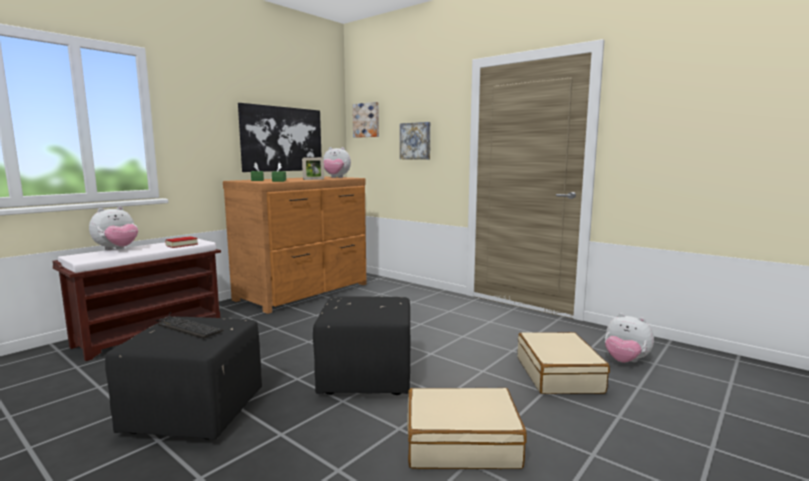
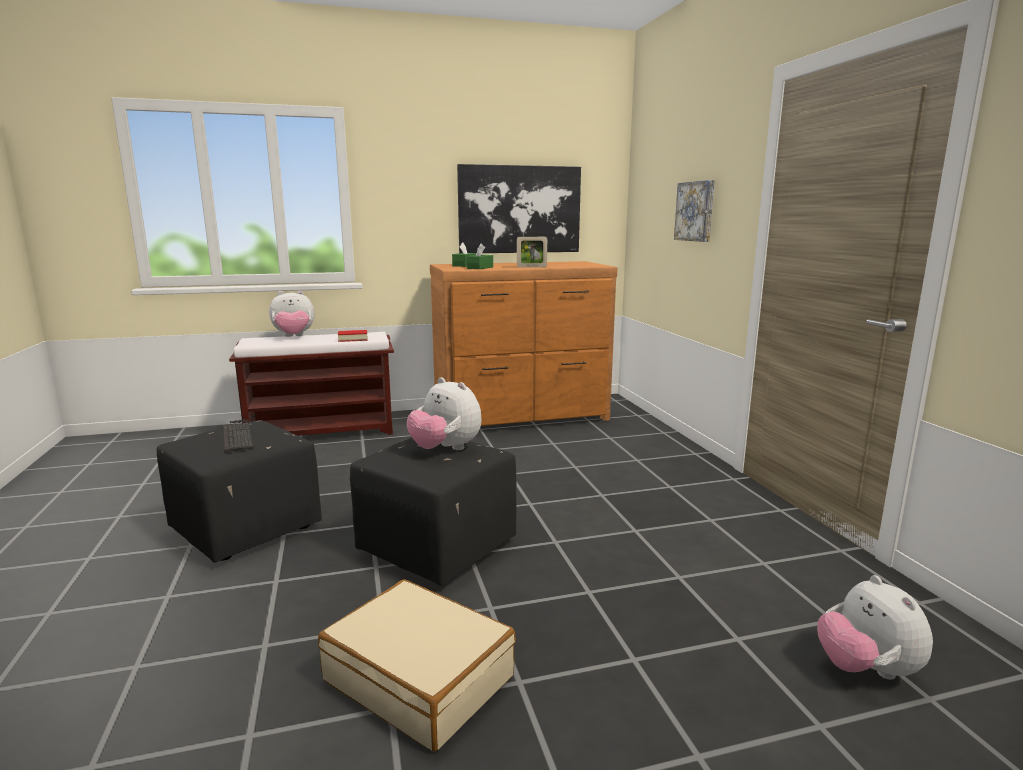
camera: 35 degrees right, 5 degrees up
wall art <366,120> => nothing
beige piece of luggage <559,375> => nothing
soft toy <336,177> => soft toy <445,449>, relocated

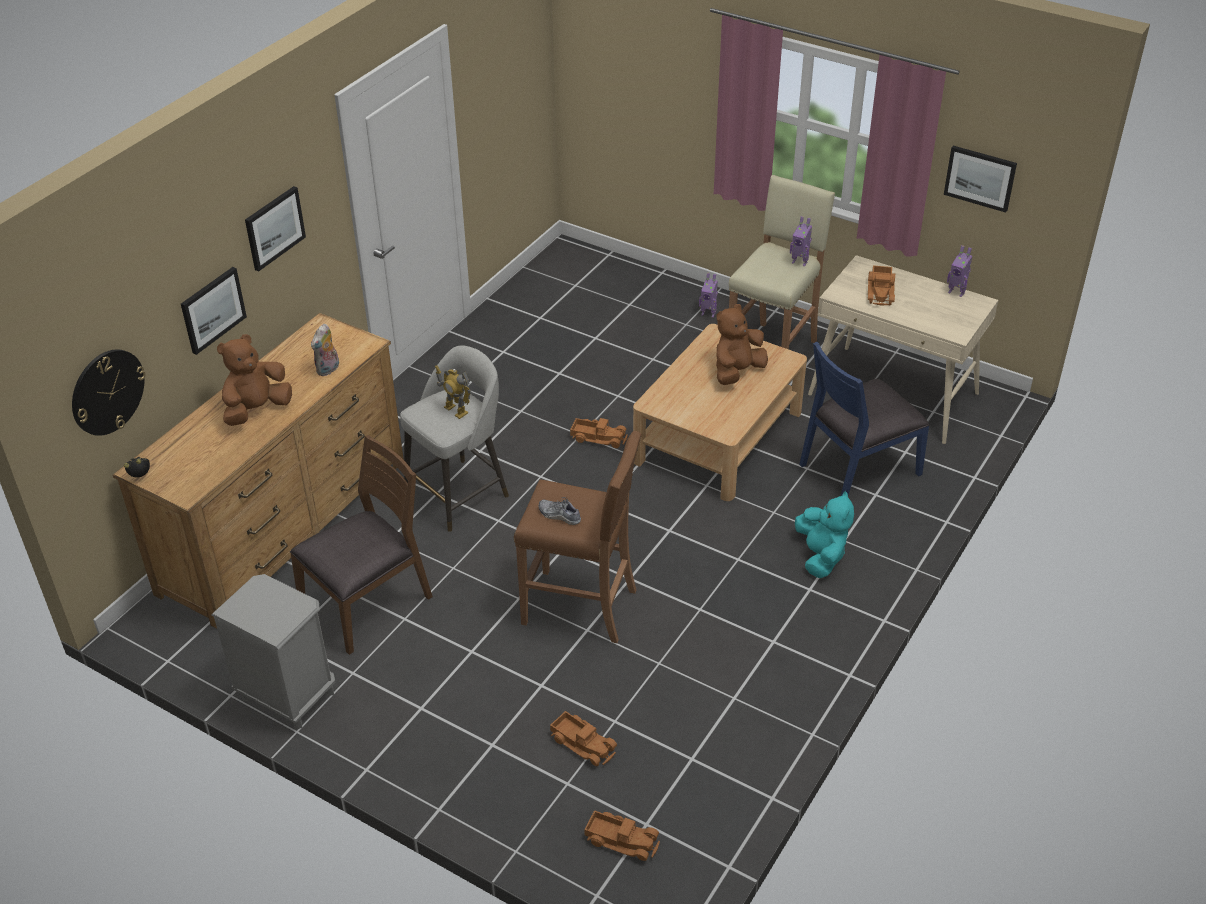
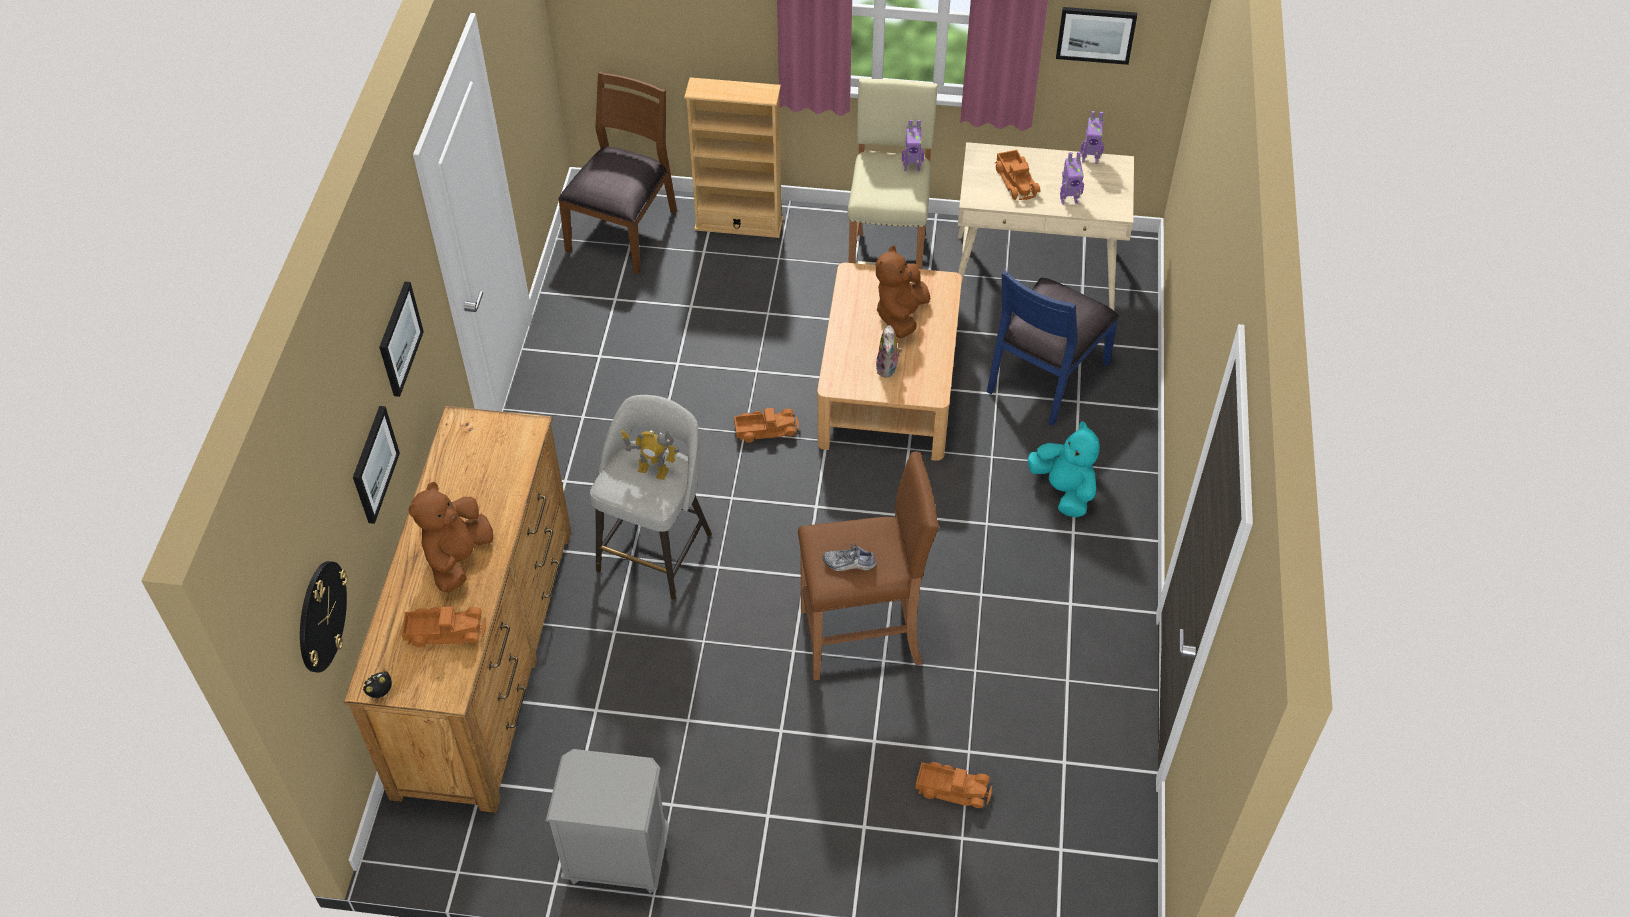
camera: 25 degrees left, 10 degrees up
nothing => beige bookshelf <739,224>
brownish plain chair <368,602> => brownish plain chair <624,230>, relocated
soft toy <328,370> => soft toy <888,368>, relocated
model truck <622,839> => model truck <445,630>, relocated
model robot <708,313> => model robot <1068,199>, relocated

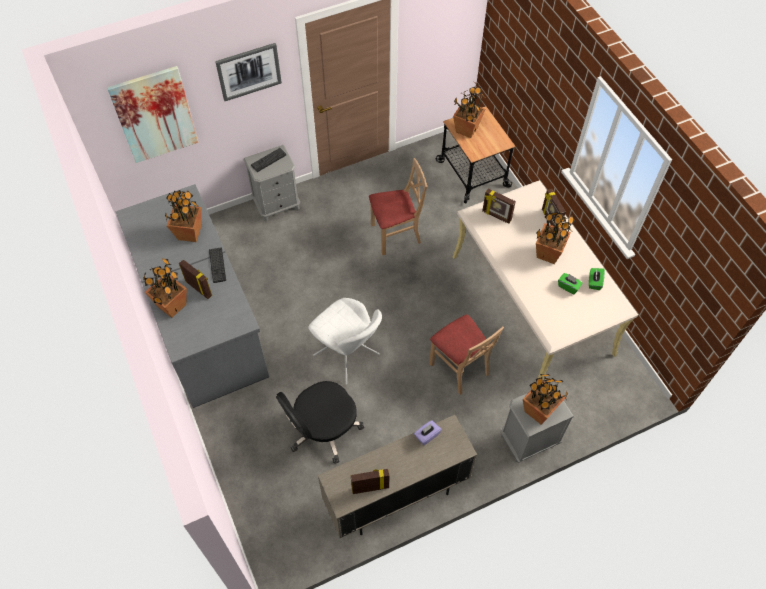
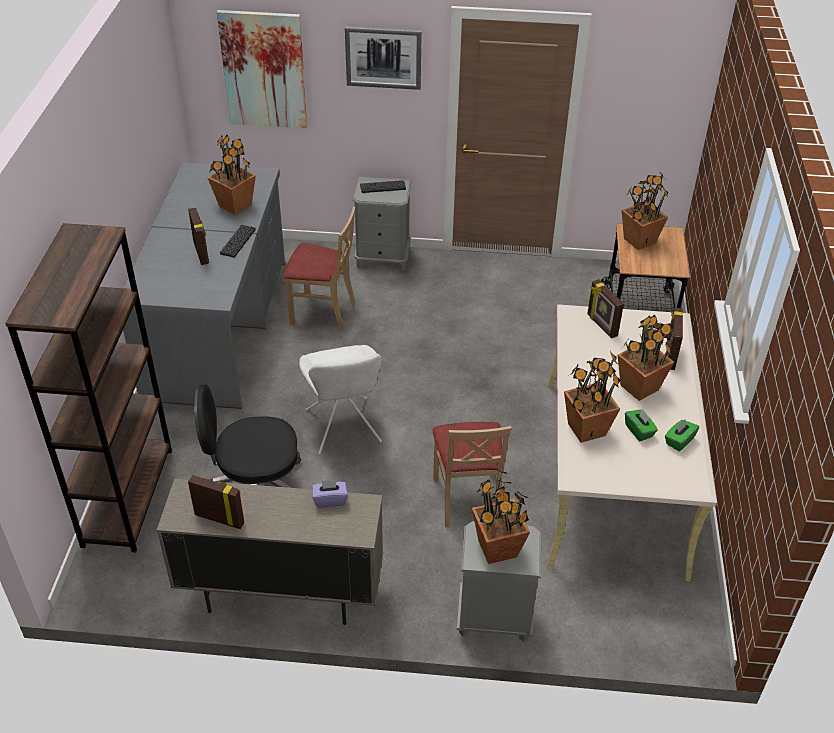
camera: 30 degrees right, 15 degrees down
nothing => brownish bookshelf <128,496>
houseplant <171,306> => houseplant <586,429>, relocated
beige plain chair <395,235> => beige plain chair <323,312>, relocated

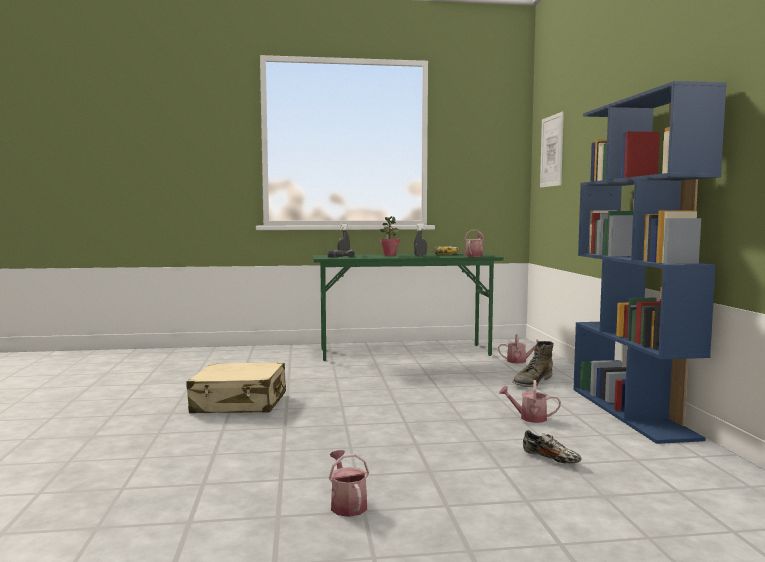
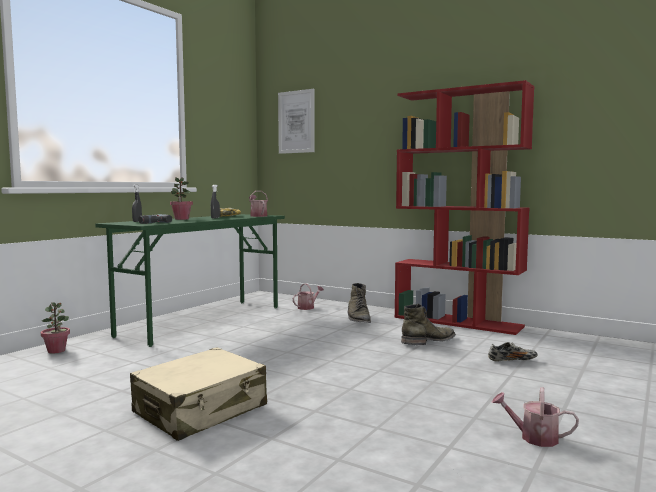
camera: 50 degrees left, 0 degrees up
nothing => houseplant <56,351>
sprinkling can <529,418> => green-coloured boot <429,341>
bluish bookshelf <632,412> => red-coloured bookshelf <458,322>

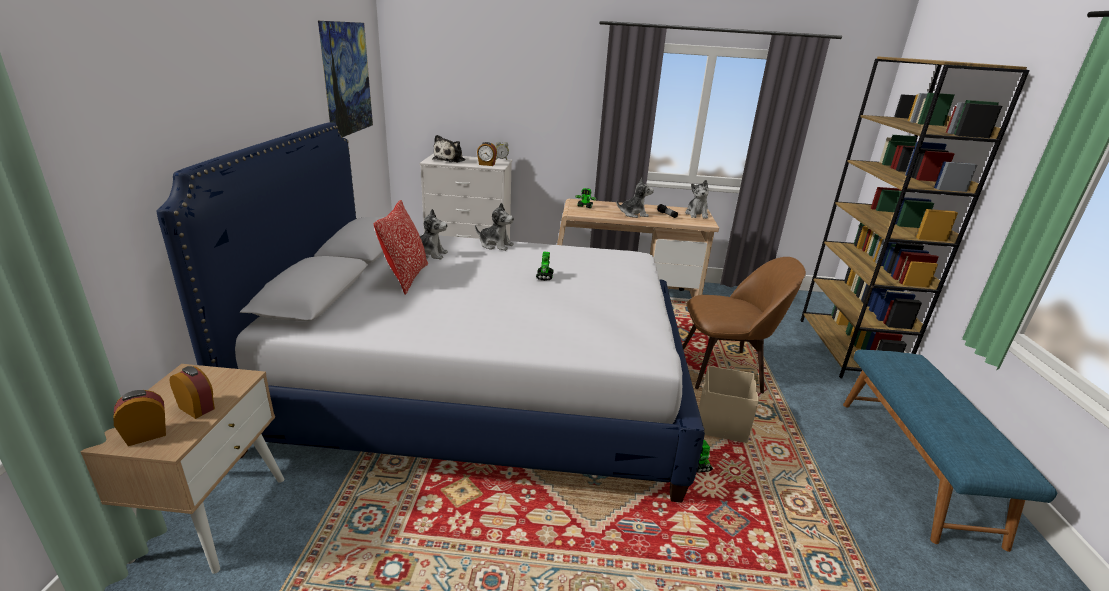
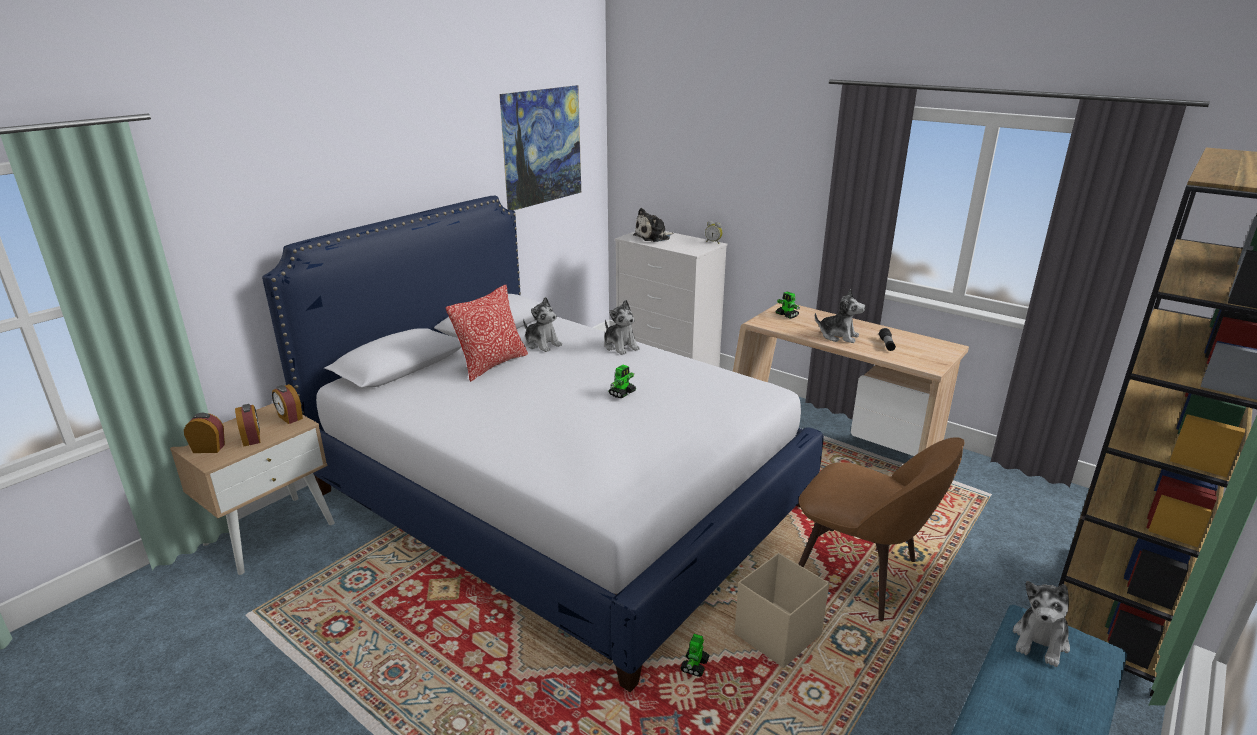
camera: 35 degrees right, 0 degrees up
alarm clock <486,164> => alarm clock <290,418>, relocated
soft toy <696,214> => soft toy <1040,641>, relocated

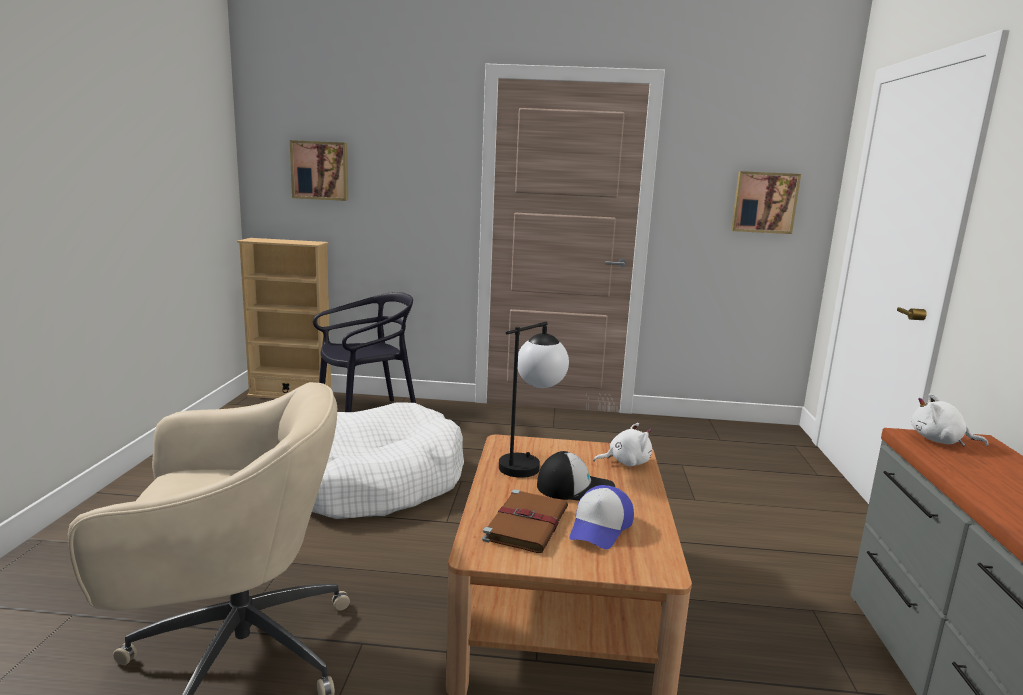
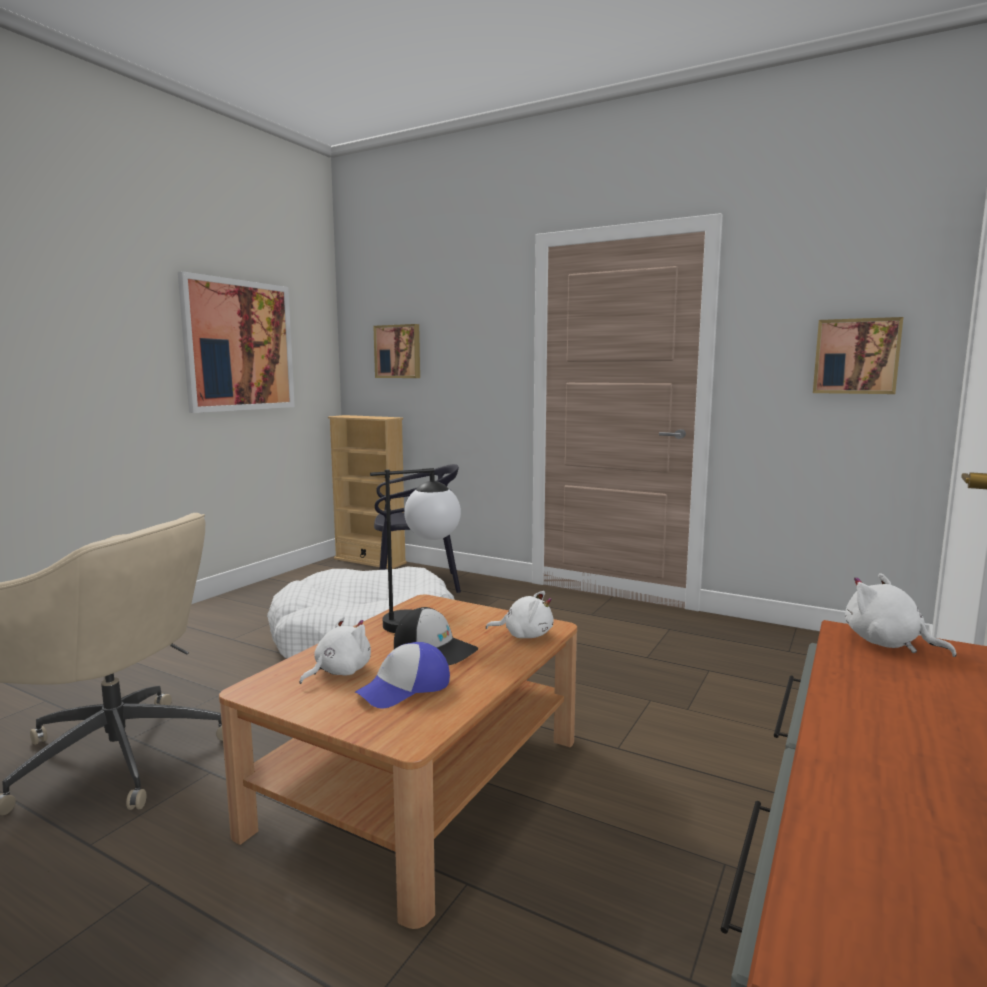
camera: 25 degrees right, 5 degrees down
nothing => wall art <239,346>
brownish book <527,523> => white-coloured soft toy <339,672>

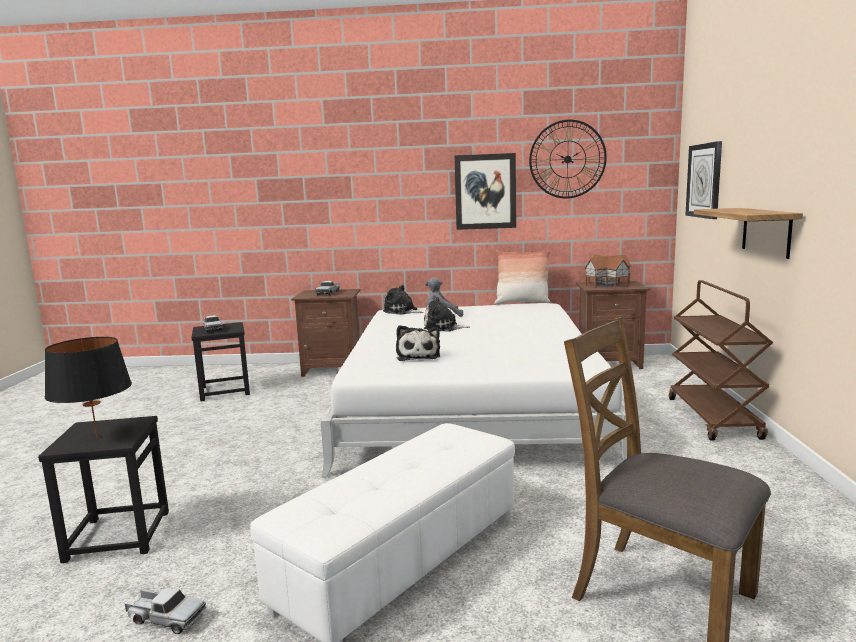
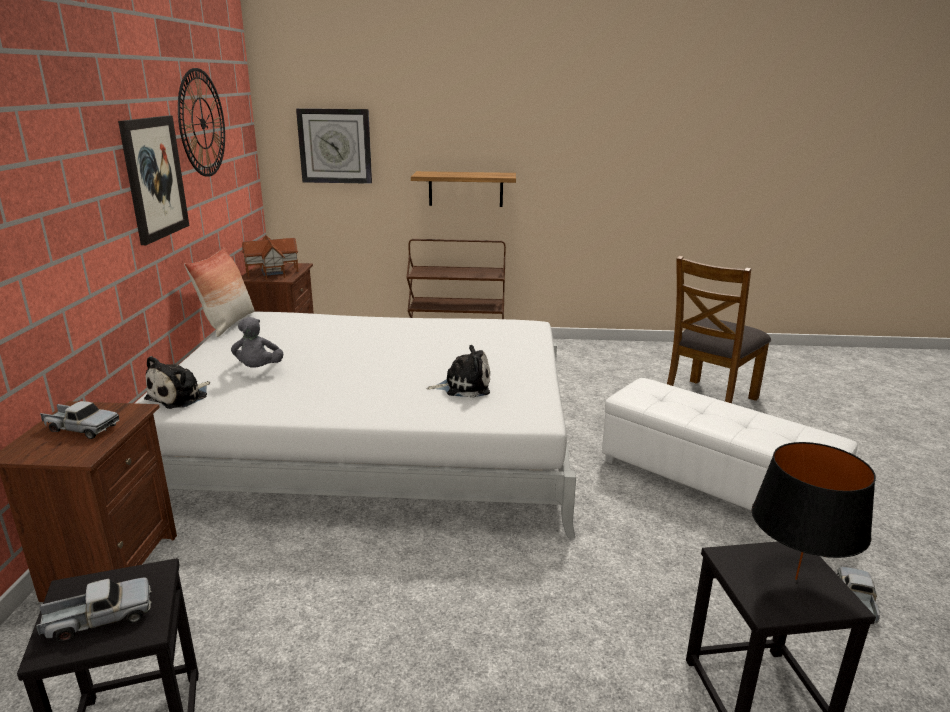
camera: 90 degrees left, 10 degrees up
soft toy <443,328> => nothing

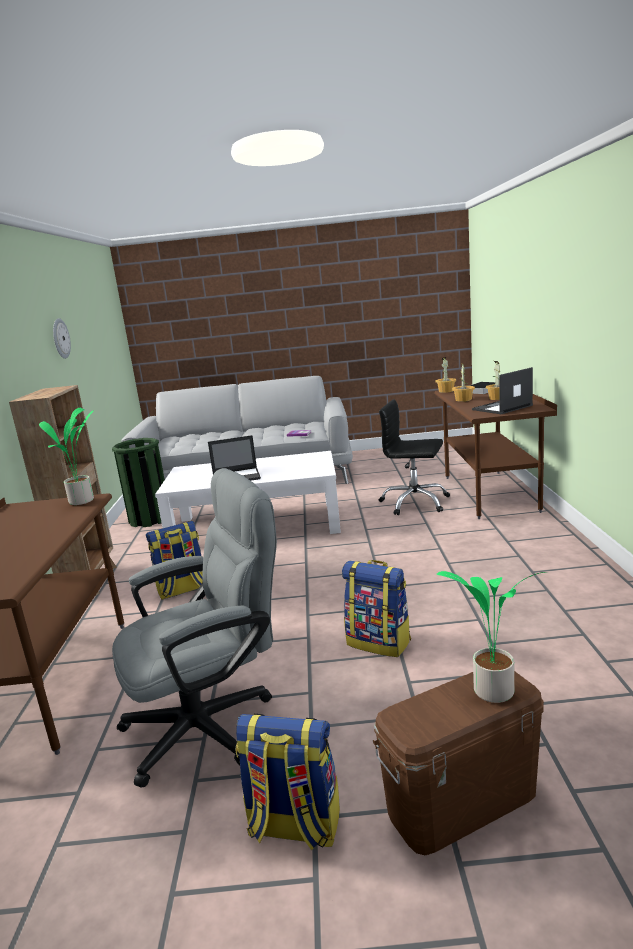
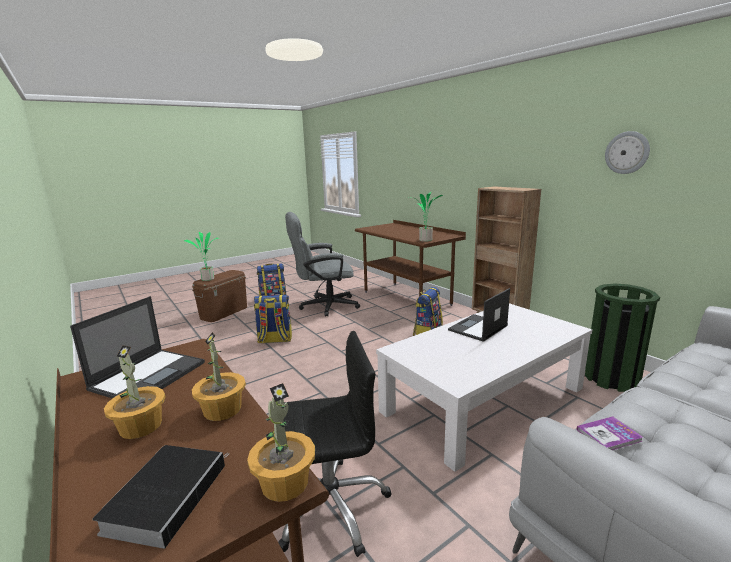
camera: 145 degrees right, 0 degrees up
greyish office chair <213,722> => greyish office chair <323,306>, 45 degrees clockwise

